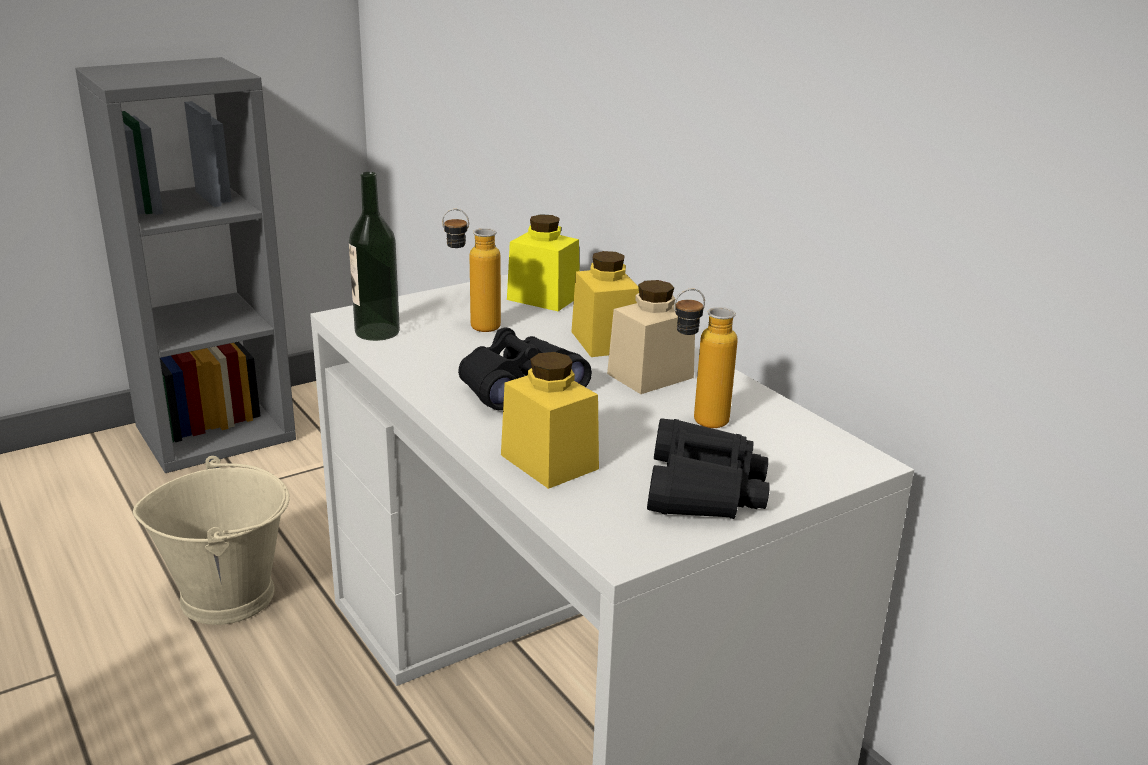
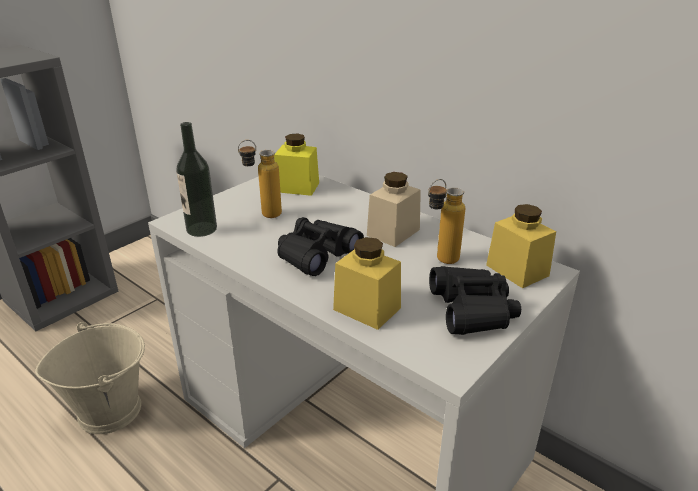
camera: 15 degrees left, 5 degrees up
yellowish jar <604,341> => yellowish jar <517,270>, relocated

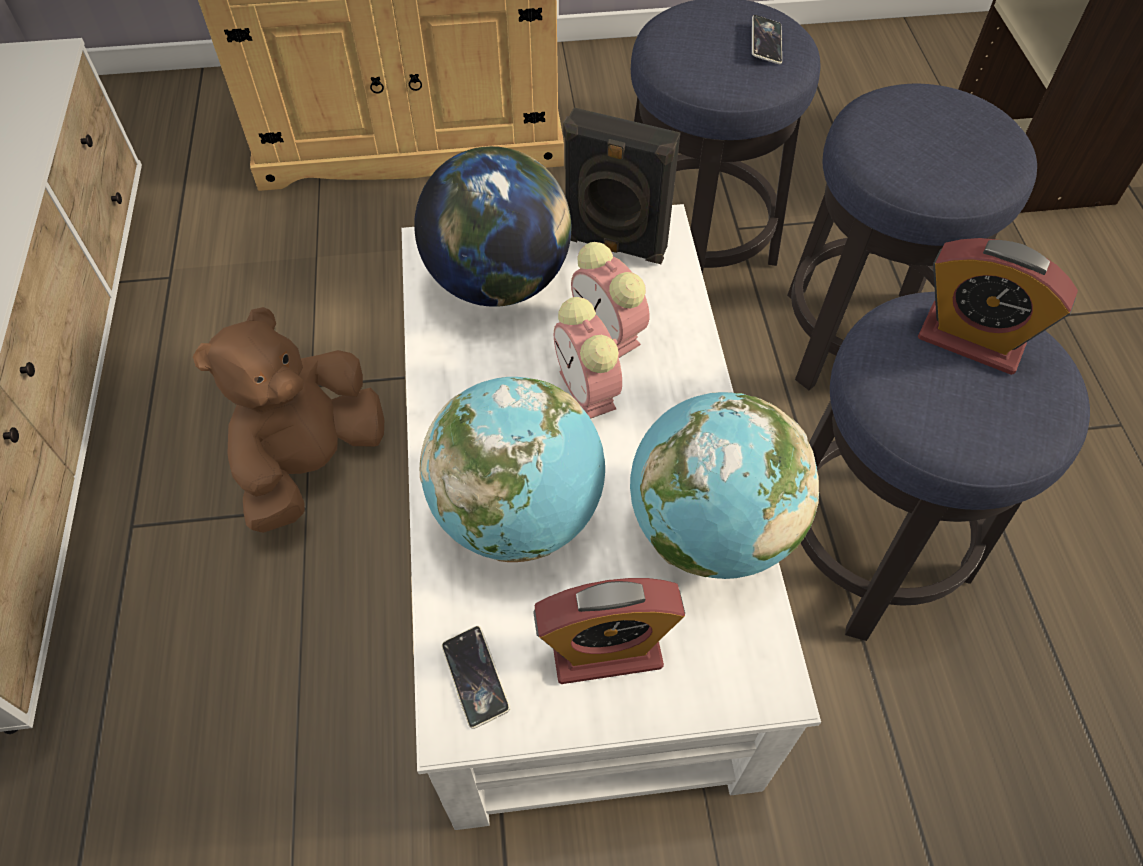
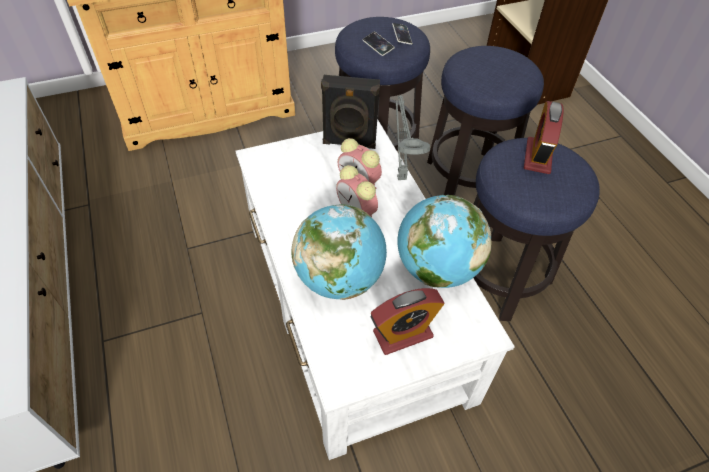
camera: 15 degrees left, 5 degrees down
brownish soft toy <311,463> => nothing
world globe <499,280> => nothing
nothing => greyish table lamp <401,176>
handset <475,678> => handset <378,46>, relocated
alarm clock <971,339> => alarm clock <538,156>, 90 degrees clockwise

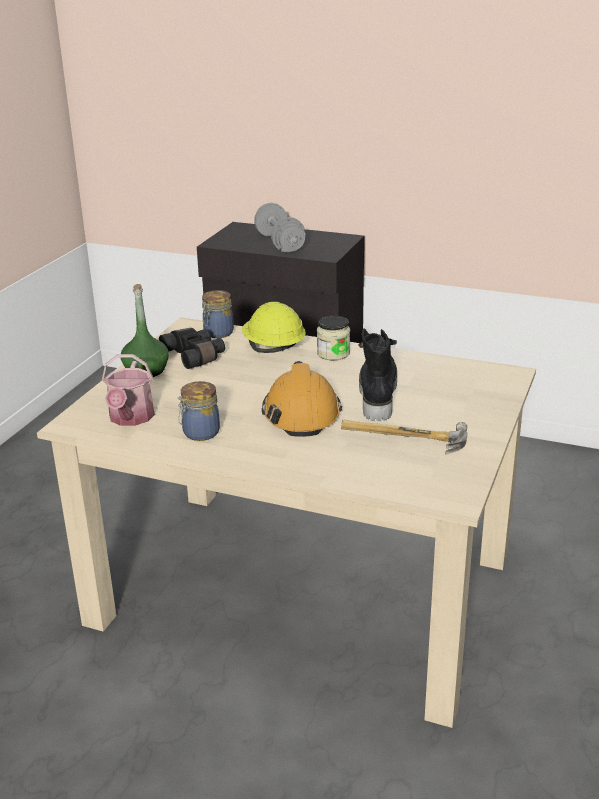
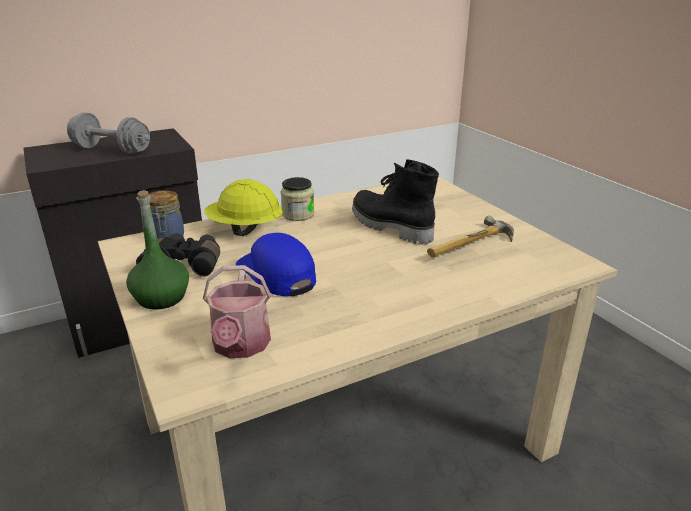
camera: 50 degrees left, 0 degrees up
jar <199,433> => nothing
orangey work helmet <301,413> => nothing
nothing => bluish peaked cap <276,274>
sprinkling can <130,418> => sprinkling can <240,346>, 45 degrees clockwise

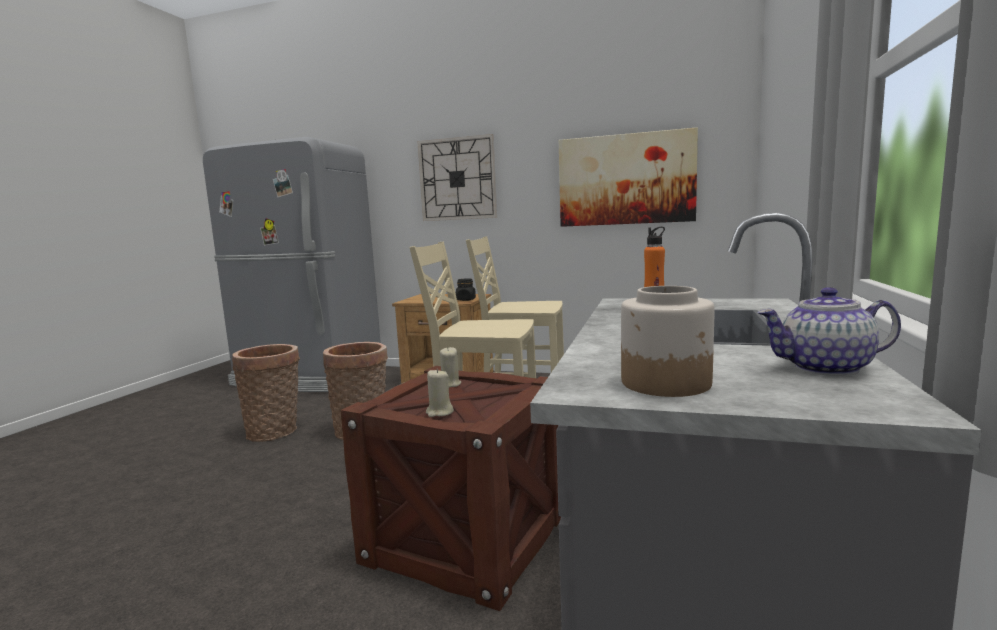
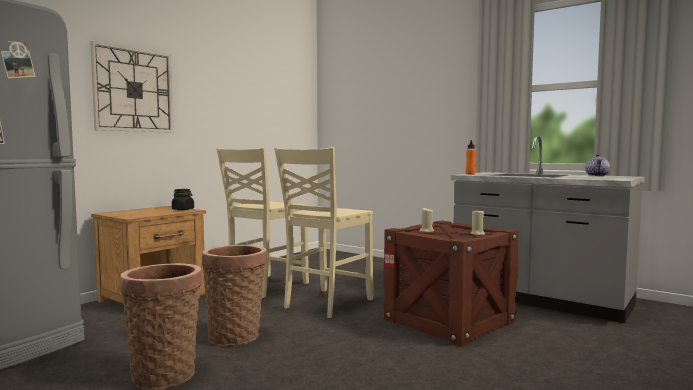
camera: 70 degrees left, 5 degrees down
wall art <625,179> => nothing
jar <667,383> => nothing

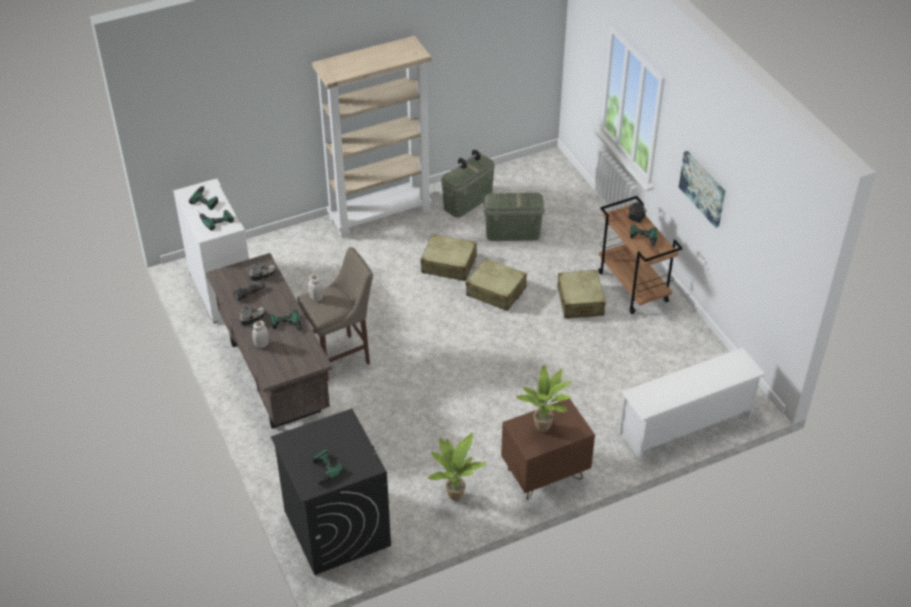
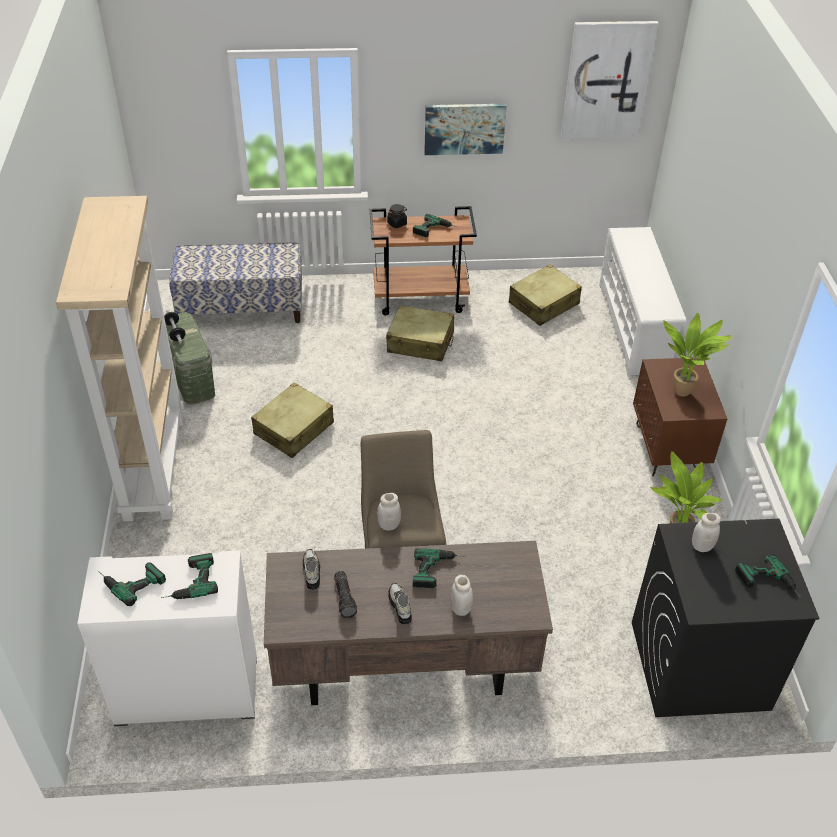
camera: 70 degrees left, 0 degrees up
green-coloured storage bin <513,232> => nothing
nothing => bench <242,308>
nothing => wall art <607,80>
nothing => white-coloured jar <702,546>
beige piece of luggage <496,292> => beige piece of luggage <544,304>, relocated

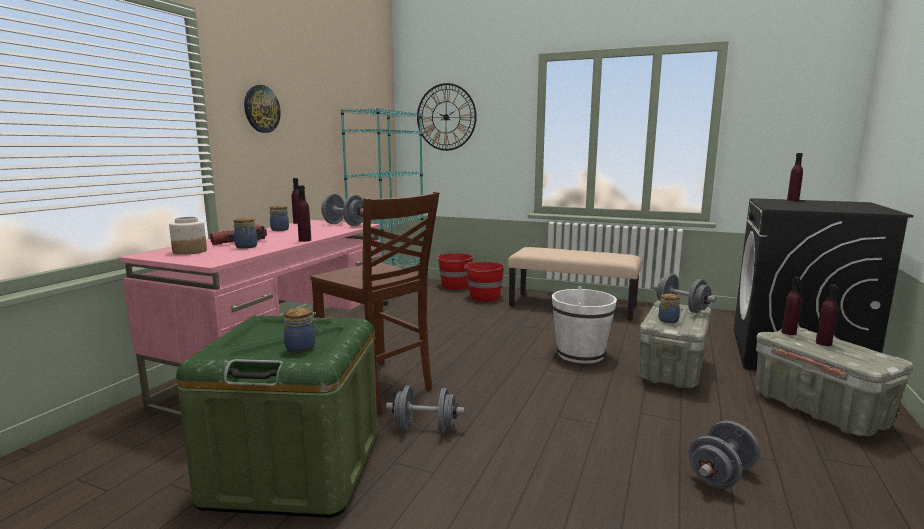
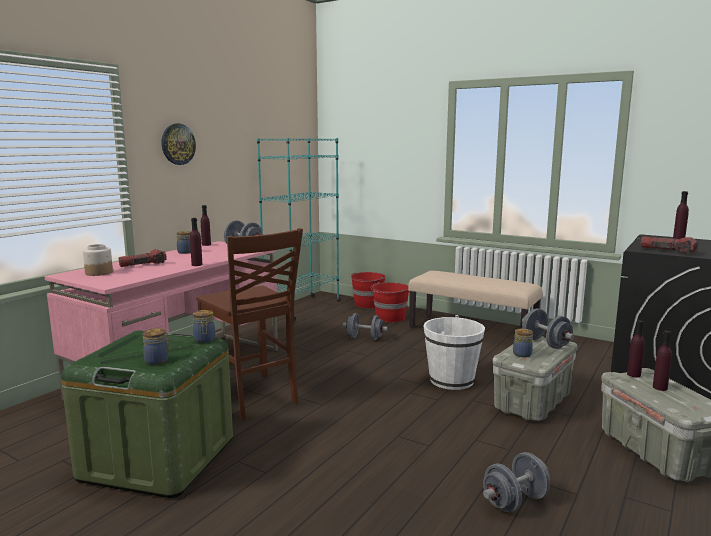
camera: 10 degrees right, 0 degrees up
hanging clock <446,117> => nothing
nothing => torch <667,251>
jar <246,247> => jar <204,340>, relocated
greyish dumbbell <425,427> => greyish dumbbell <364,338>, relocated

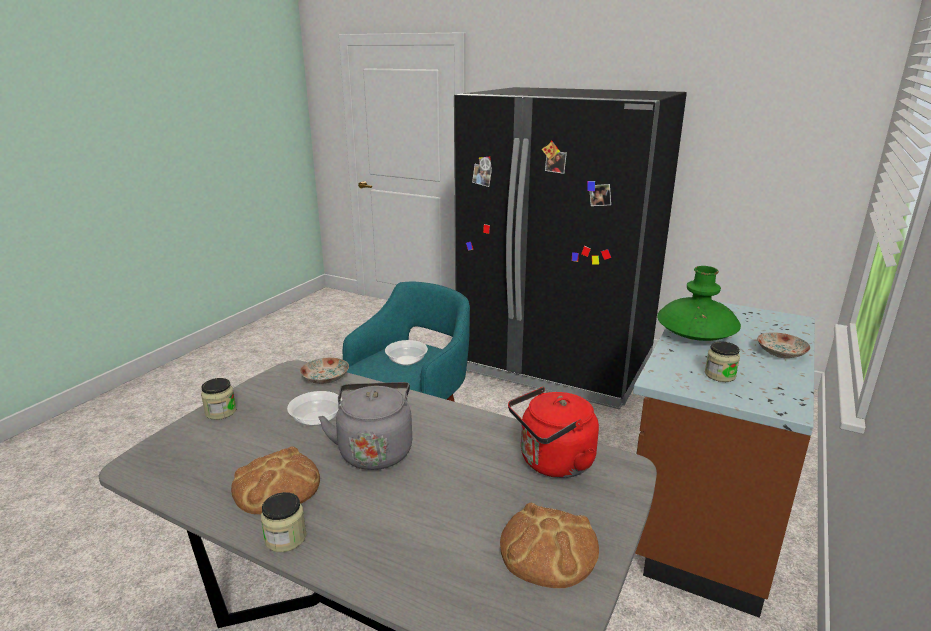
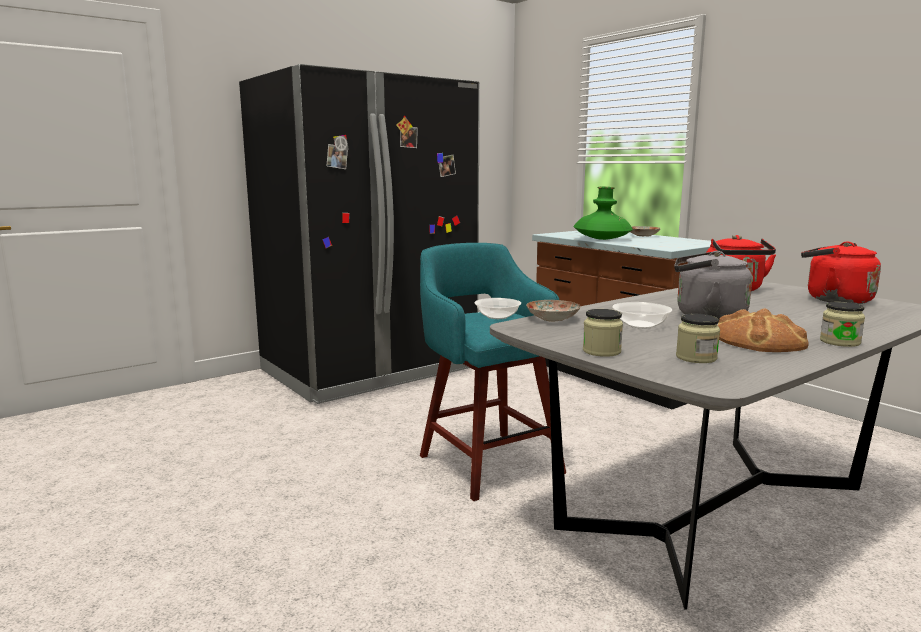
camera: 65 degrees left, 10 degrees down
jar <720,375> => jar <696,358>, relocated
bread <548,549> => red-coloured kettle <834,300>

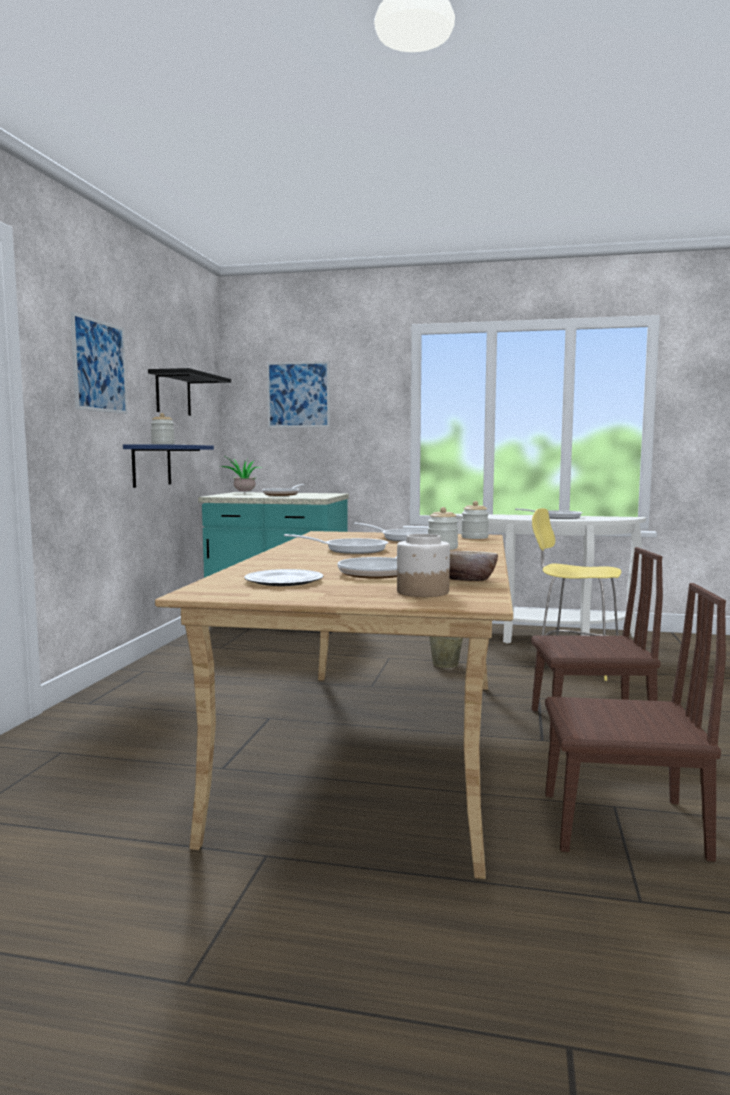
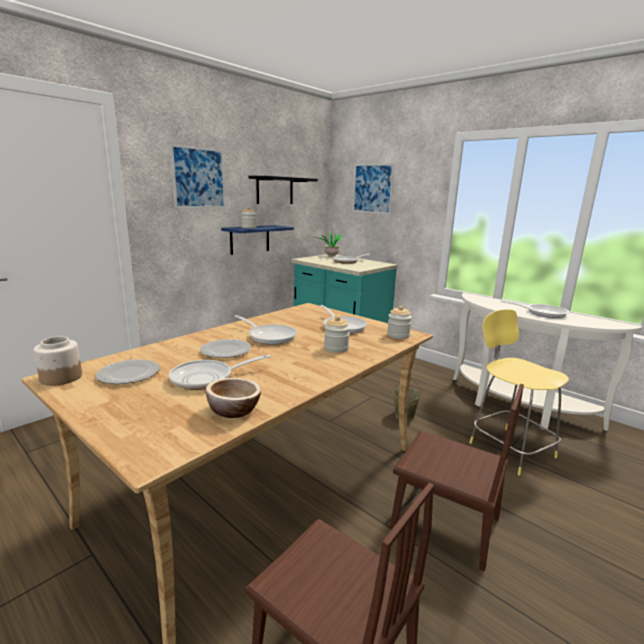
camera: 30 degrees right, 10 degrees up
nothing => dinner plate <226,350>
jar <422,592> => jar <60,378>, relocated

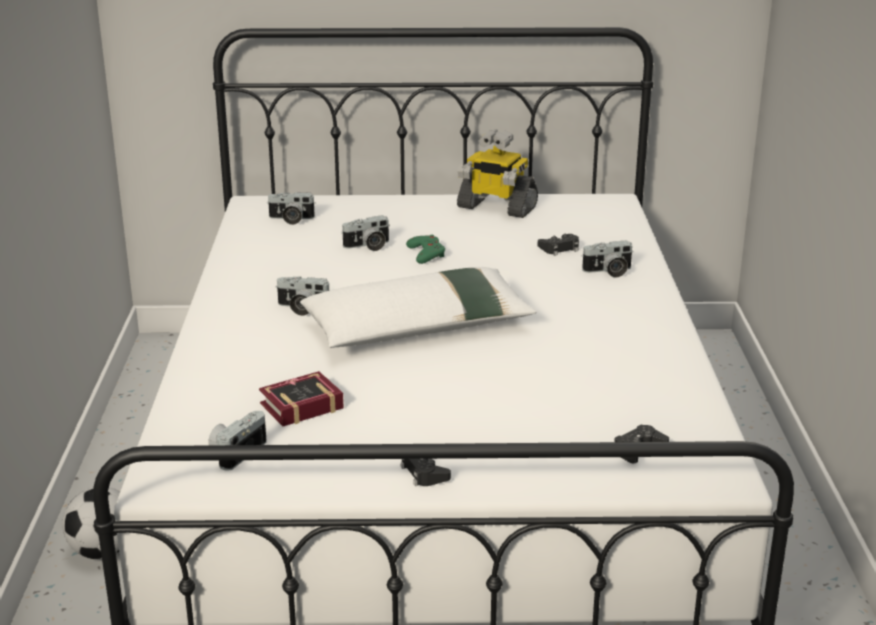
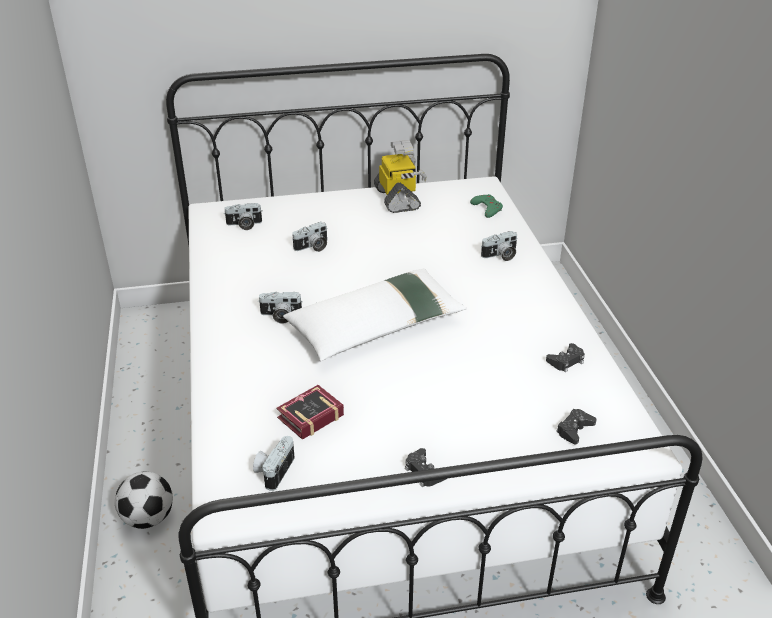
camera: 10 degrees left, 10 degrees up
green-coloured joypad <426,253> => green-coloured joypad <487,208>, relocated
blackish joypad <560,248> => blackish joypad <566,361>, relocated
model robot <496,207> => model robot <398,199>, 120 degrees counterclockwise

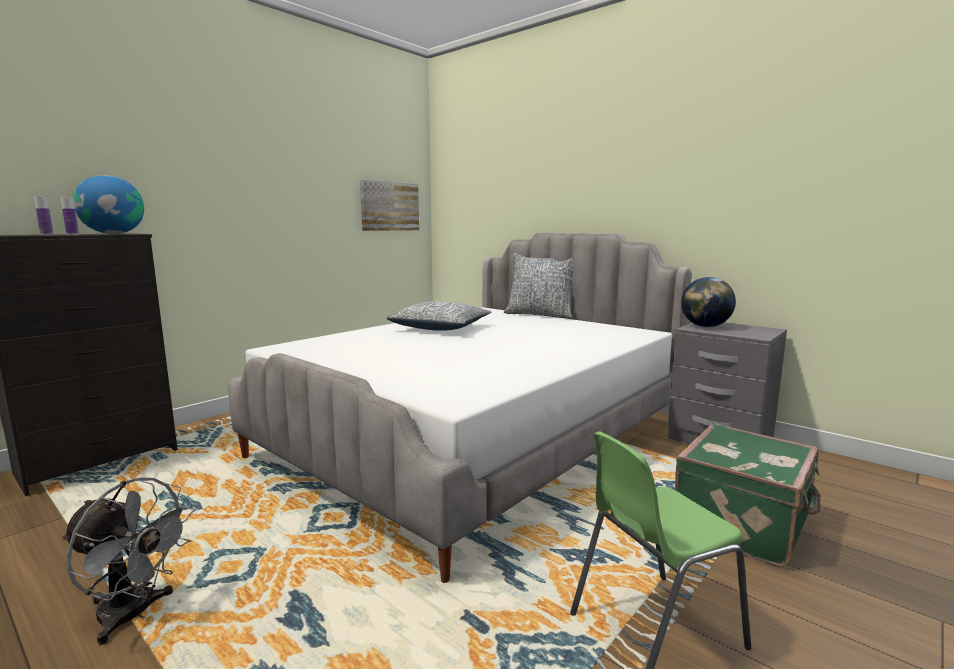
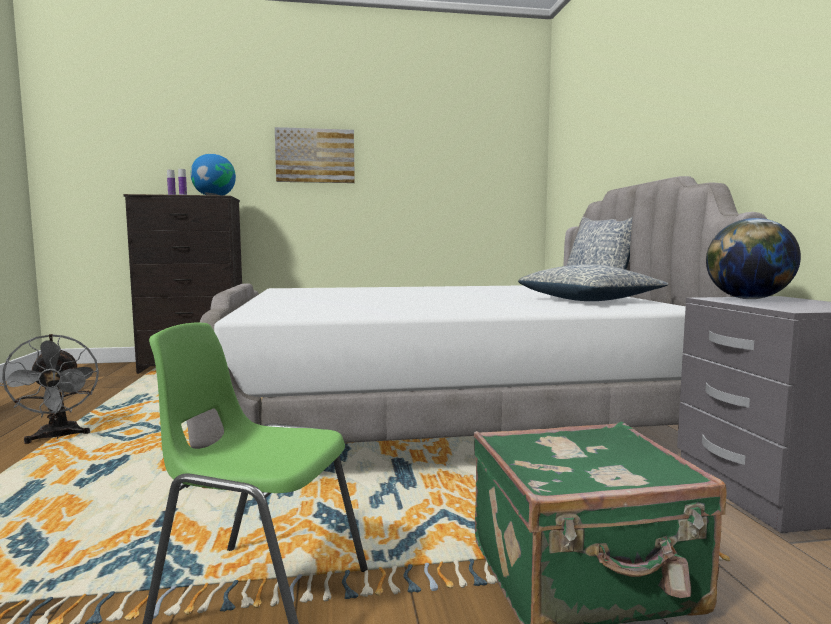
camera: 40 degrees right, 5 degrees down
wall art <389,206> => wall art <315,156>, relocated
throw pillow <441,328> => throw pillow <589,300>, relocated

